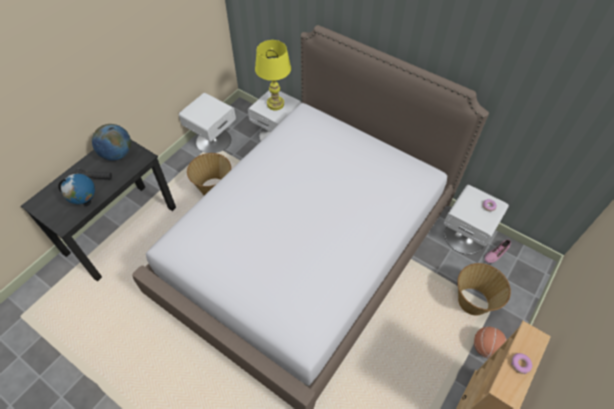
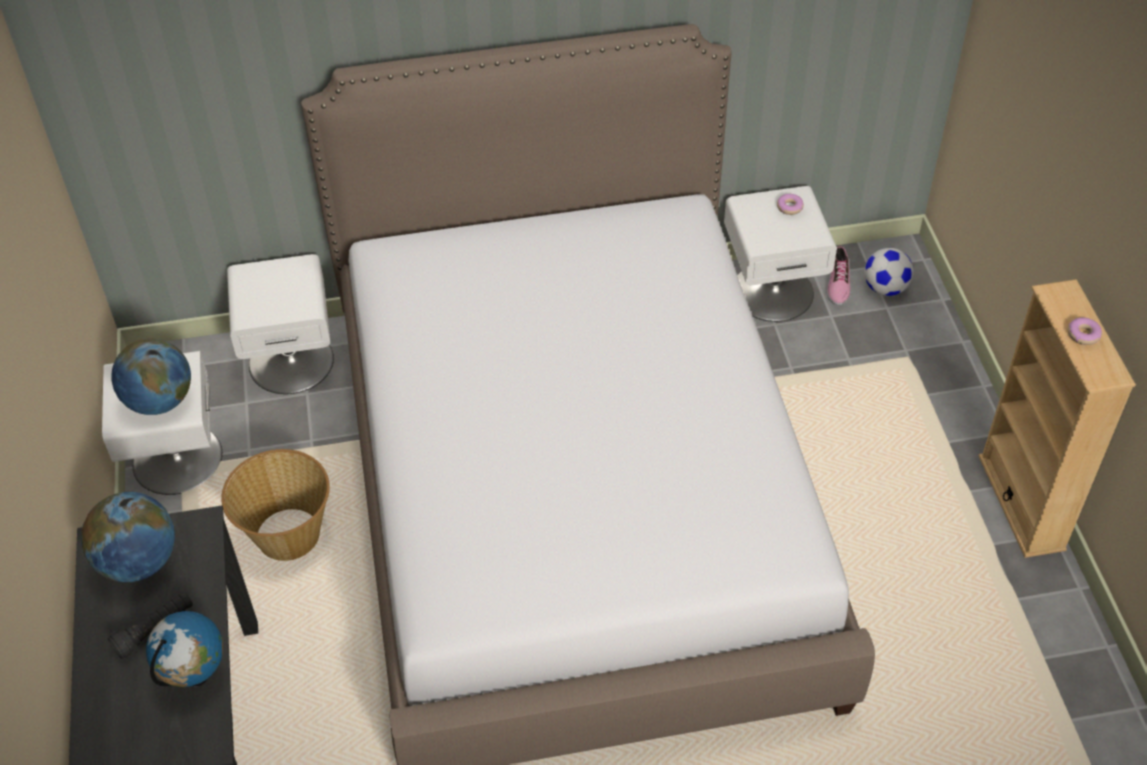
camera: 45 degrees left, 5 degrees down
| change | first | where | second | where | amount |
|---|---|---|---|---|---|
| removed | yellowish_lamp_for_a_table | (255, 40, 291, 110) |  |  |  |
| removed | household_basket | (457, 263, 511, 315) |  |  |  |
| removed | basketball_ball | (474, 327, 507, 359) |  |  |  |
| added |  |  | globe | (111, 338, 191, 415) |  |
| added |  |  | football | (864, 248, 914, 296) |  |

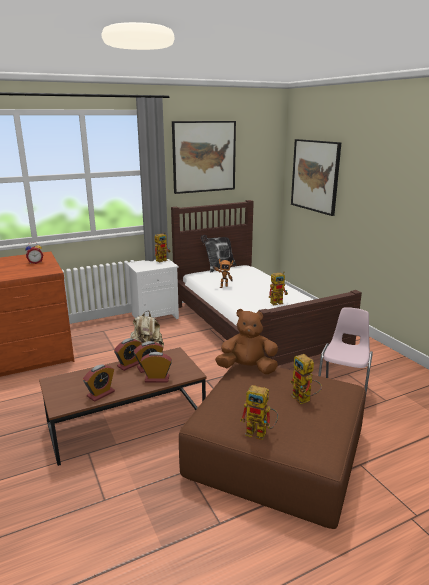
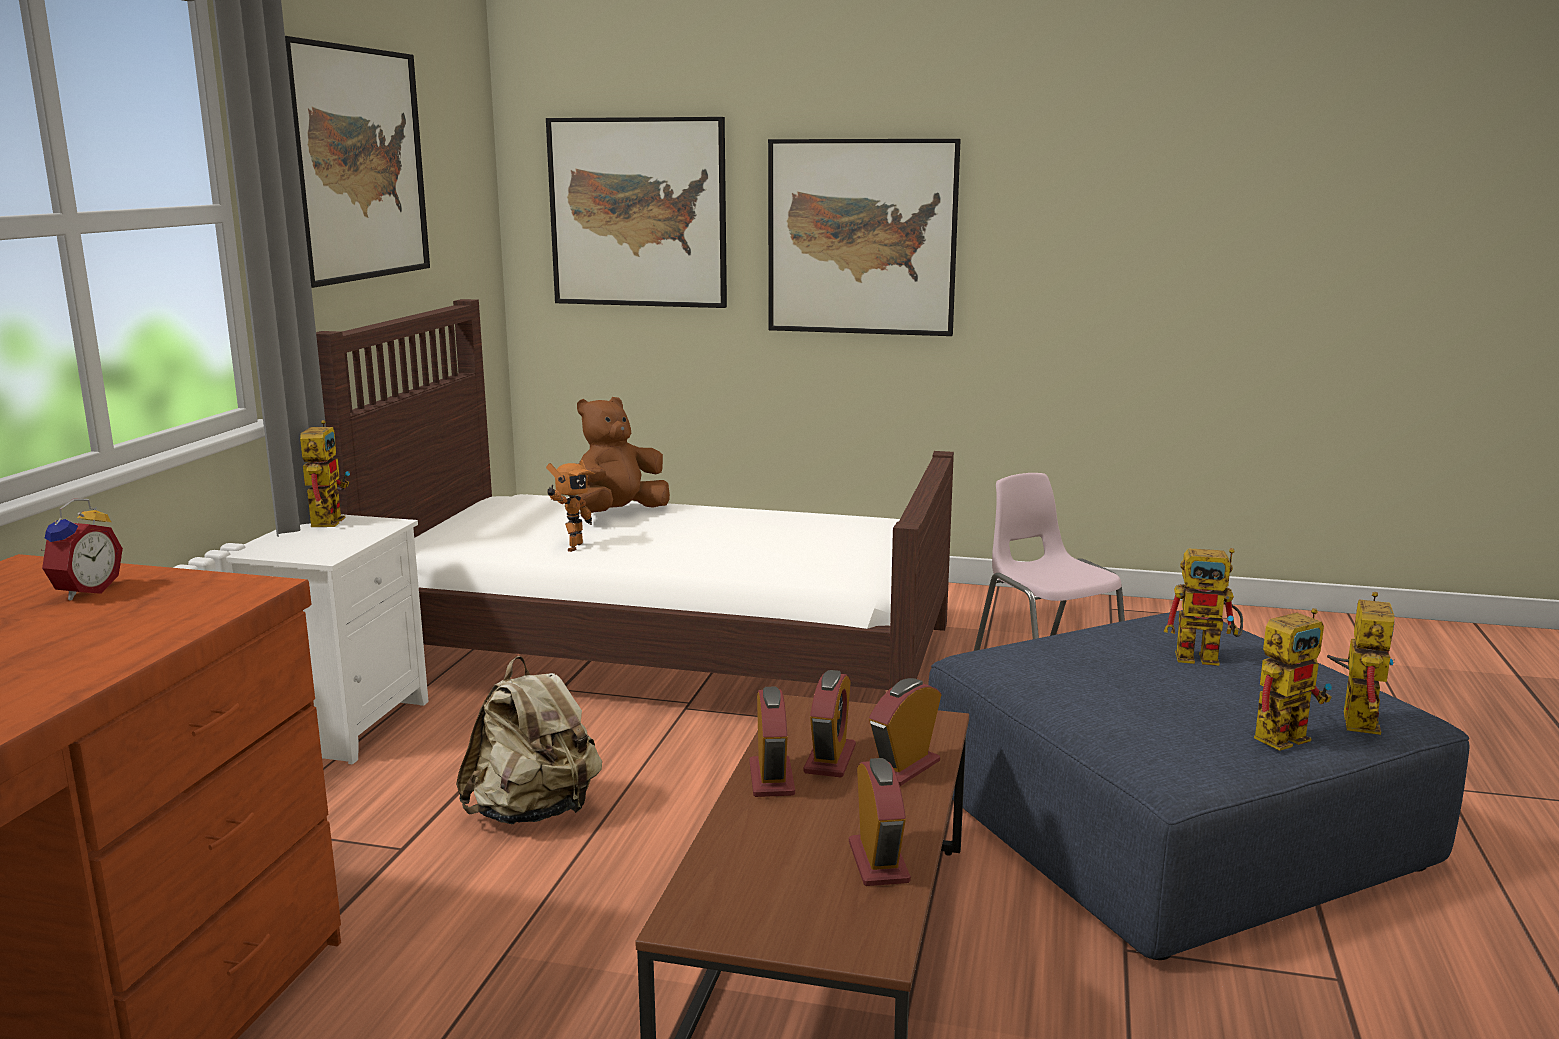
camera: 50 degrees left, 5 degrees down
| change | first | where | second | where | amount |
|---|---|---|---|---|---|
| removed | pillow | (201, 235, 236, 272) |  |  |  |
| added |  |  | picture | (768, 139, 961, 336) |  |
| moved | brownish_soft_toy | (215, 309, 278, 374) |  | (577, 397, 670, 513) |  |
| moved | toy_robot | (269, 272, 288, 305) |  | (1327, 592, 1395, 735) |  |
| recoloured | brownish_pouffe | (179, 362, 366, 529) | blue_pouffe | (928, 610, 1470, 960) |  |

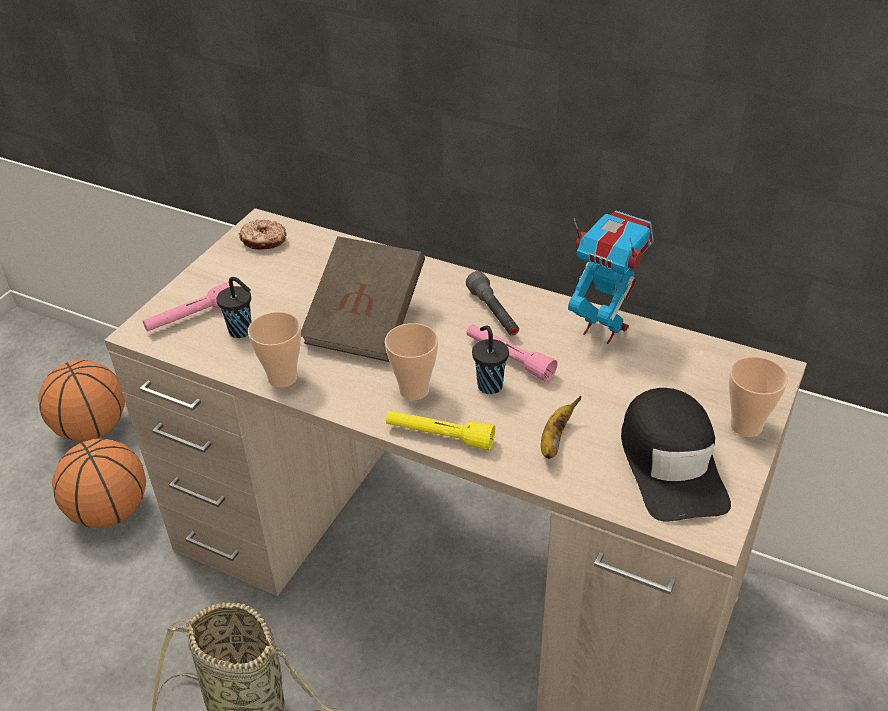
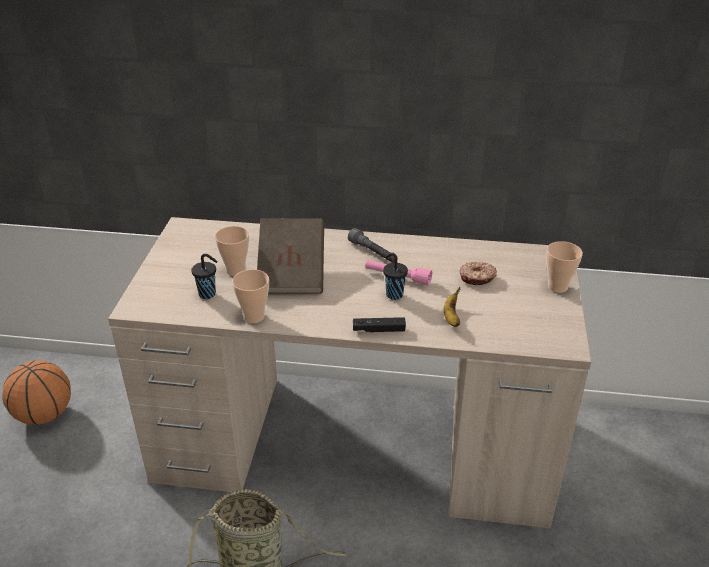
camera: 20 degrees left, 5 degrees down
| change | first | where | second | where | amount |
|---|---|---|---|---|---|
| removed | basketball_ball | (52, 439, 146, 528) |  |  |  |
| removed | pinkish_hand_torch | (143, 281, 230, 332) |  |  |  |
| removed | toy_robot | (568, 210, 654, 344) |  |  |  |
| removed | black-coloured_baseball_cap | (621, 388, 731, 521) |  |  |  |
| moved | doughnut | (238, 219, 287, 250) |  | (460, 261, 497, 286) |  |
| moved | small_cup | (385, 323, 438, 400) |  | (215, 226, 249, 276) |  |
| replaced | yellowish_hand_torch | (386, 410, 495, 451) | black-coloured_joypad | (353, 317, 406, 332) |  |

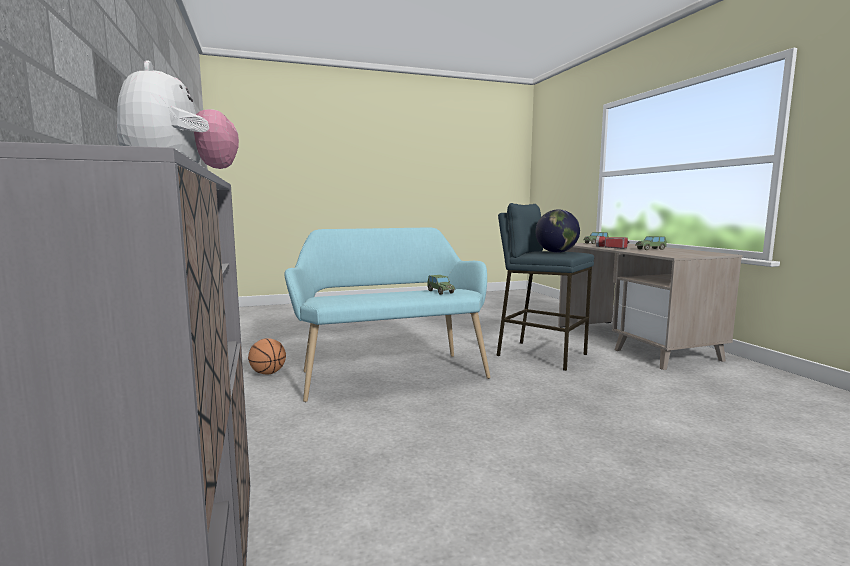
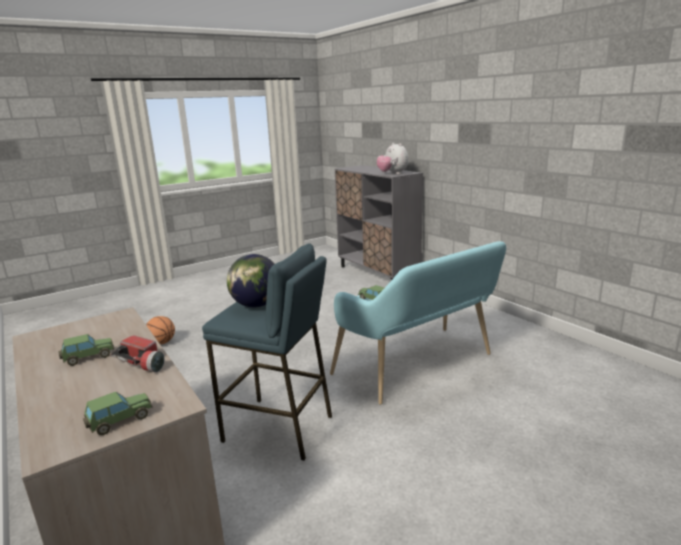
camera: 165 degrees right, 10 degrees up
| change | first | where | second | where | amount |
|---|---|---|---|---|---|
| moved | basketball_ball | (248, 338, 286, 374) |  | (146, 316, 175, 344) |  |

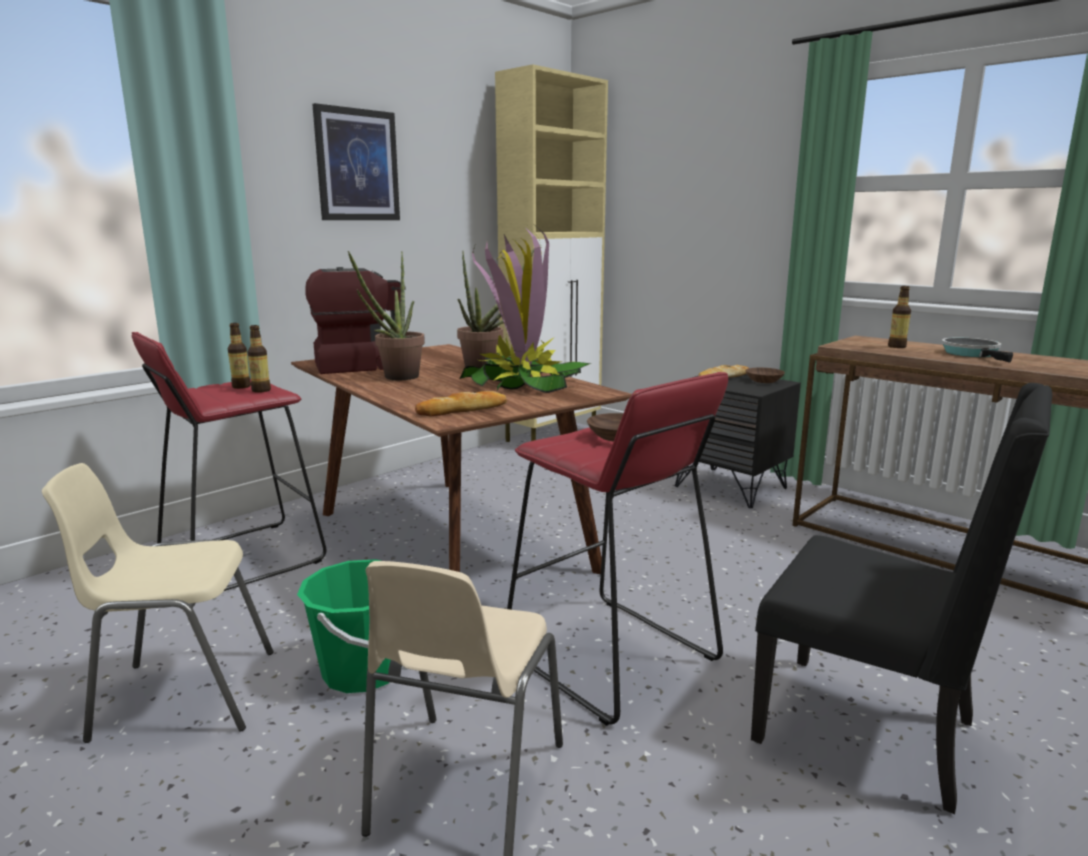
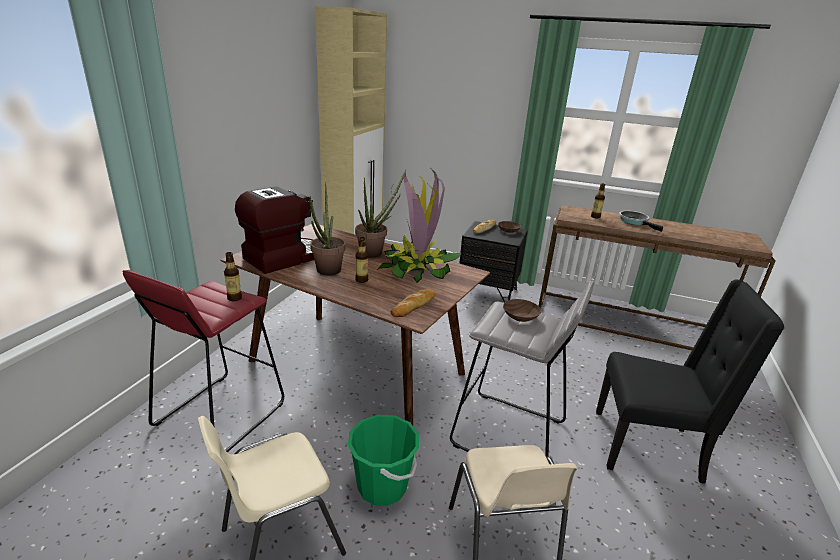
camera: 25 degrees left, 10 degrees up
| change | first | where | second | where | amount |
|---|---|---|---|---|---|
| removed | picture | (312, 103, 400, 220) |  |  |  |
| moved | beverage_bottle | (228, 323, 251, 389) |  | (355, 237, 368, 283) |  |
| recoloured | reddish_sitting_stool | (507, 372, 728, 726) | greyish_sitting_stool | (450, 281, 594, 456) |  |

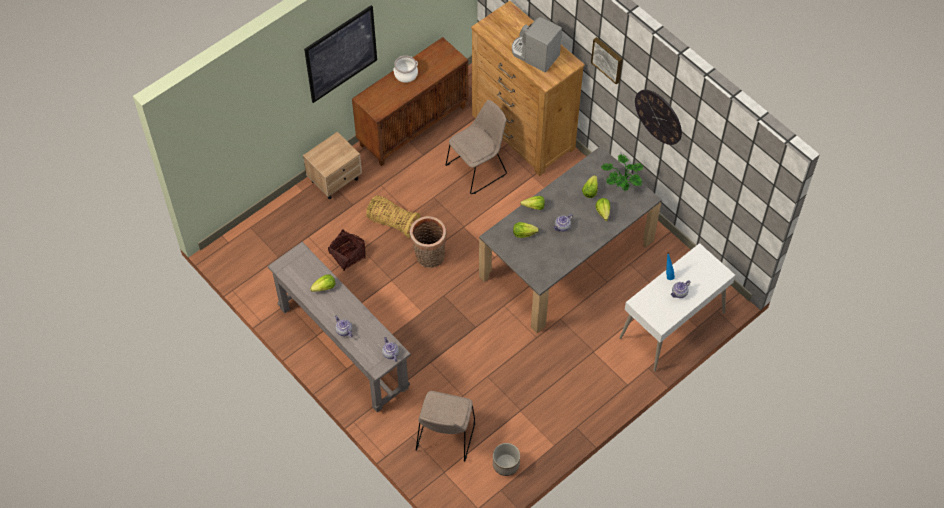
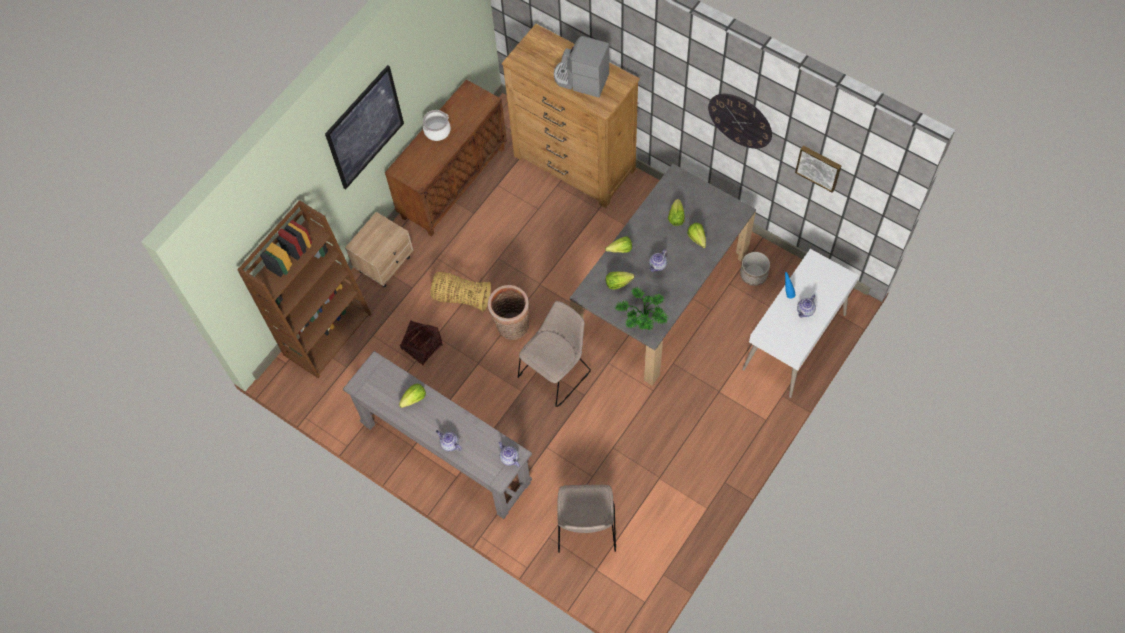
camera: 10 degrees left, 5 degrees up
| change | first | where | second | where | amount |
|---|---|---|---|---|---|
| added |  |  | brownish_bookcase | (237, 200, 372, 378) |  |
| moved | sand-coloured_plain_chair | (446, 100, 507, 194) |  | (518, 301, 591, 407) |  |
| moved | plant_pot | (493, 443, 520, 476) |  | (740, 252, 770, 286) |  |
| moved | picture | (591, 37, 623, 85) |  | (795, 146, 841, 193) |  |
| moved | potted_plant | (601, 155, 644, 190) |  | (615, 287, 668, 331) |  |

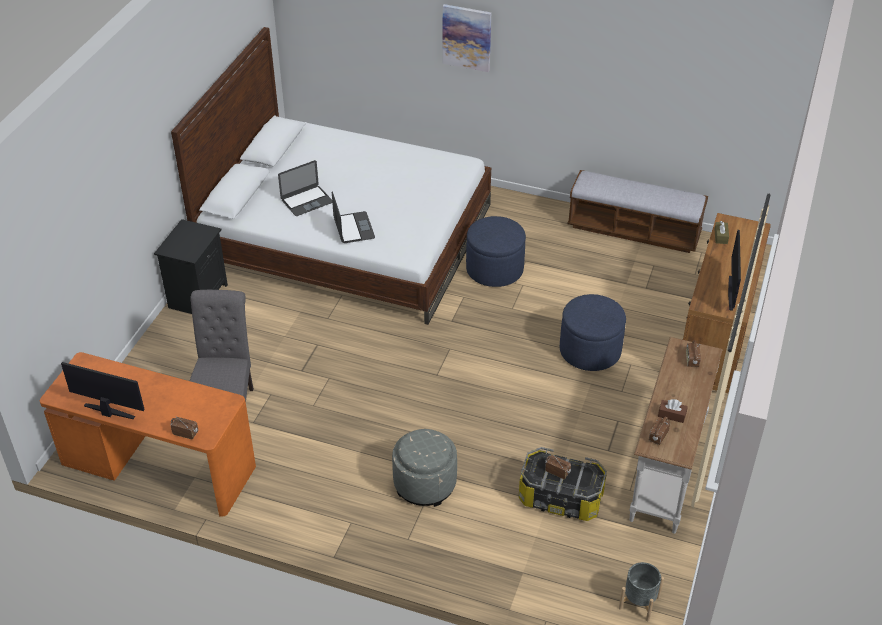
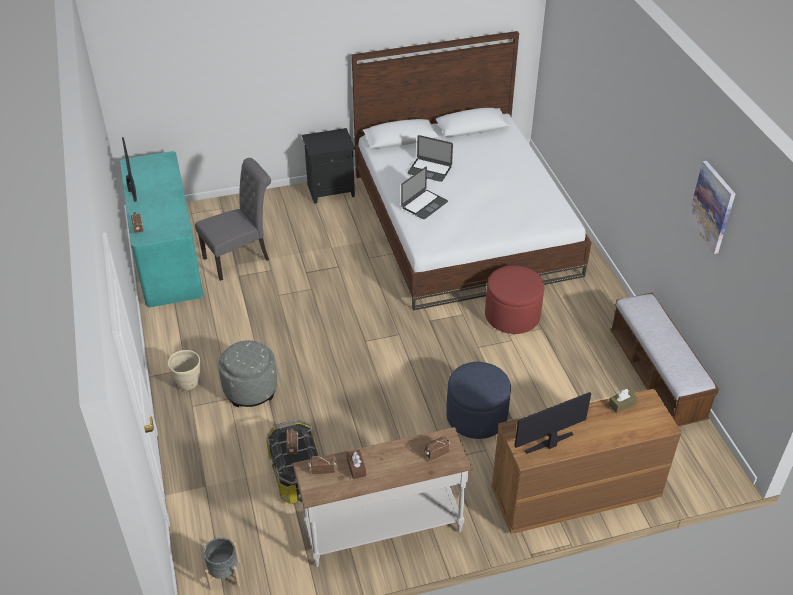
camera: 55 degrees right, 0 degrees up
| change | first | where | second | where | amount |
|---|---|---|---|---|---|
| added |  |  | sand-coloured_plant_pot | (168, 350, 200, 391) |  |
| moved | picture | (443, 4, 491, 72) |  | (688, 161, 735, 254) |  |
| recoloured | orange-coloured_desk_table | (40, 352, 256, 517) | turquoise_desk_table | (120, 151, 203, 307) |  |
| recoloured | blue_pouffe | (466, 216, 526, 287) | reddish_pouffe | (485, 265, 544, 334) |  |

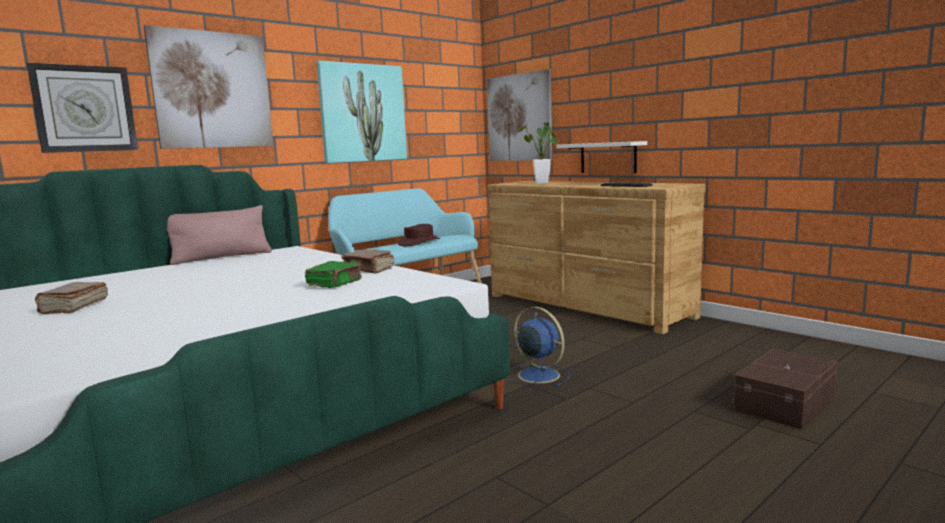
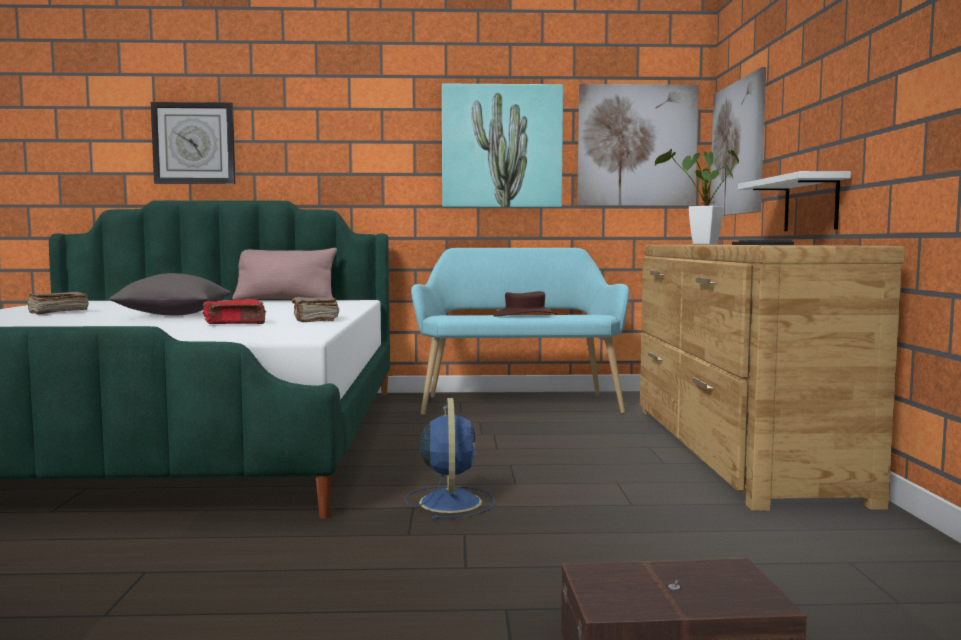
camera: 40 degrees right, 5 degrees down
| change | first | where | second | where | amount |
|---|---|---|---|---|---|
| added |  |  | greyish_pillow | (109, 273, 231, 315) |  |
| moved | picture | (144, 25, 274, 149) |  | (577, 84, 699, 206) |  |
| recoloured | green_bound_book | (305, 261, 362, 288) | reddish_bound_book | (203, 299, 266, 324) |  |

